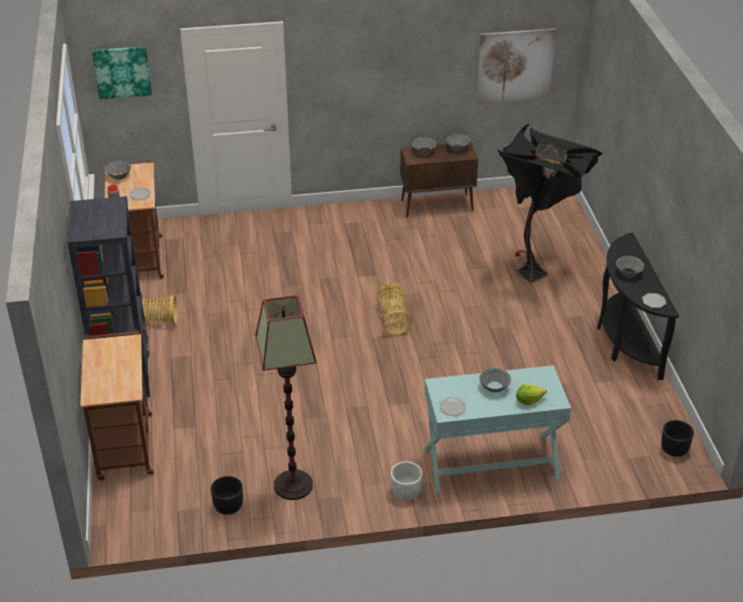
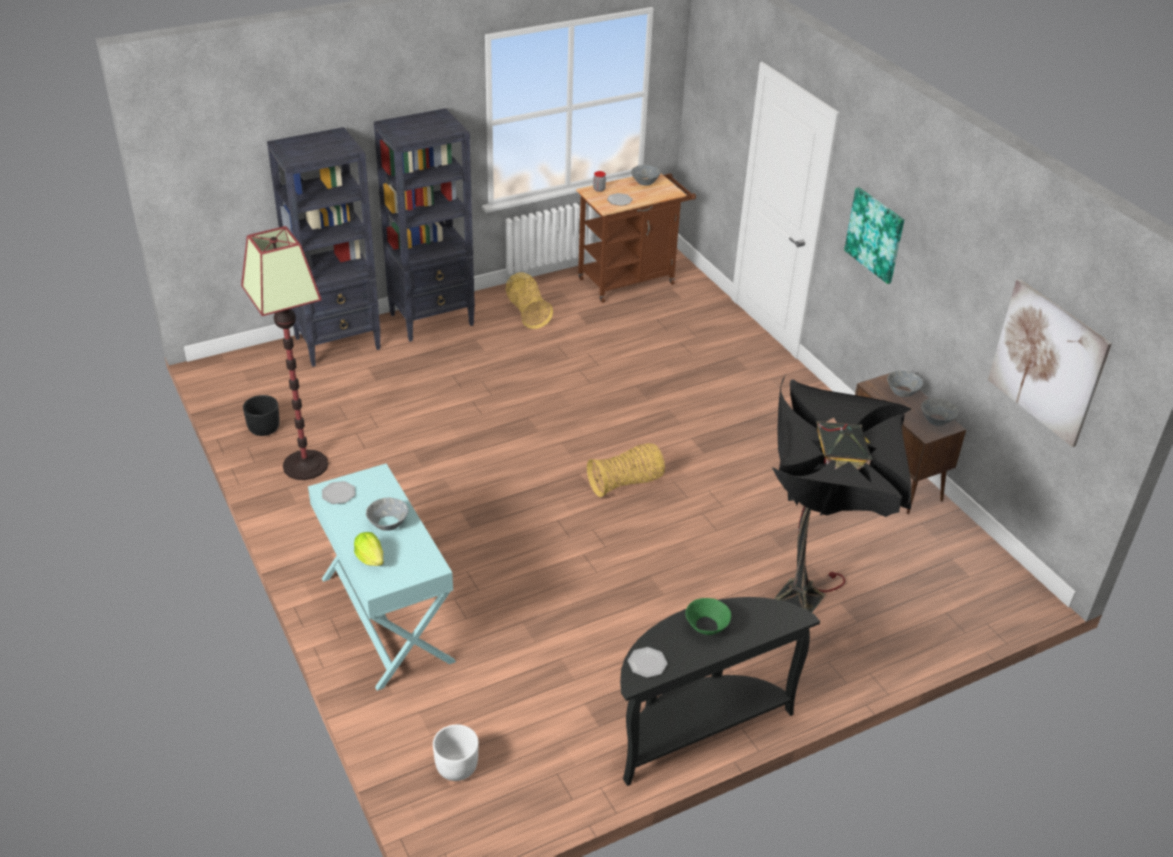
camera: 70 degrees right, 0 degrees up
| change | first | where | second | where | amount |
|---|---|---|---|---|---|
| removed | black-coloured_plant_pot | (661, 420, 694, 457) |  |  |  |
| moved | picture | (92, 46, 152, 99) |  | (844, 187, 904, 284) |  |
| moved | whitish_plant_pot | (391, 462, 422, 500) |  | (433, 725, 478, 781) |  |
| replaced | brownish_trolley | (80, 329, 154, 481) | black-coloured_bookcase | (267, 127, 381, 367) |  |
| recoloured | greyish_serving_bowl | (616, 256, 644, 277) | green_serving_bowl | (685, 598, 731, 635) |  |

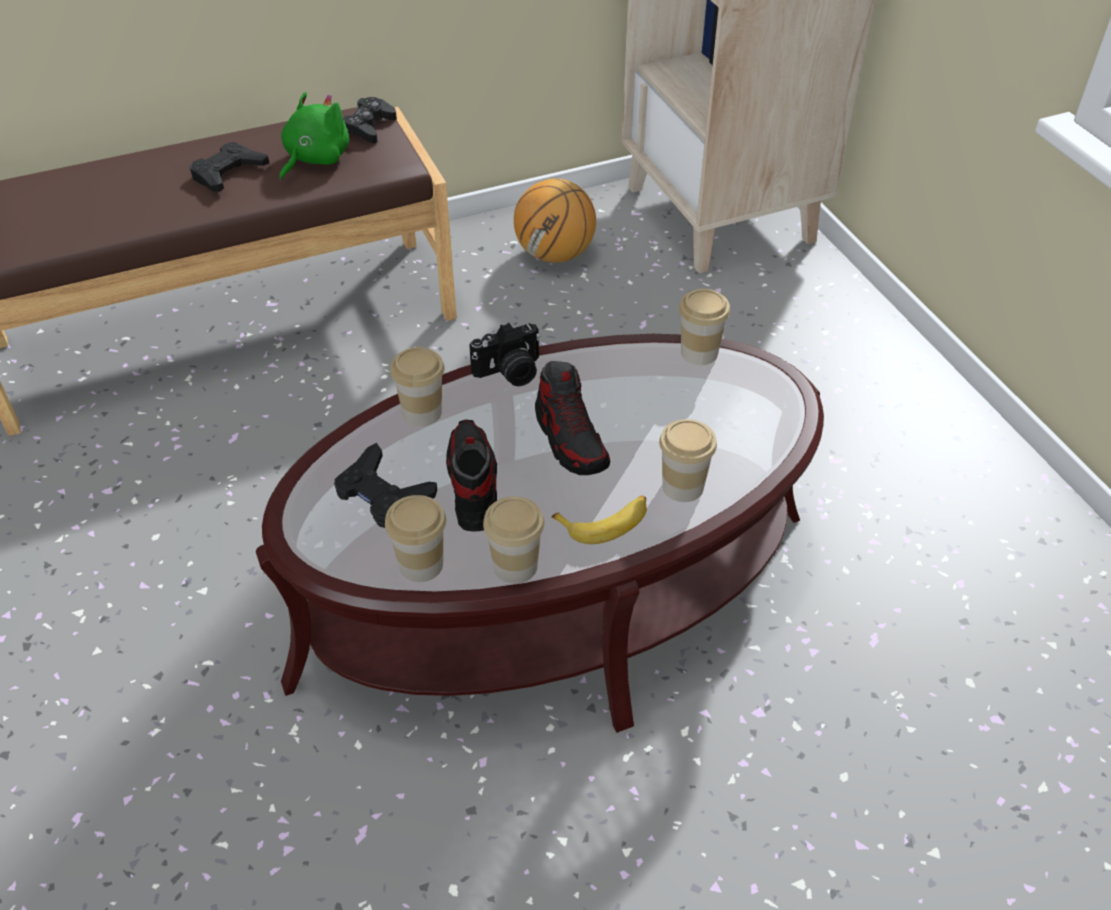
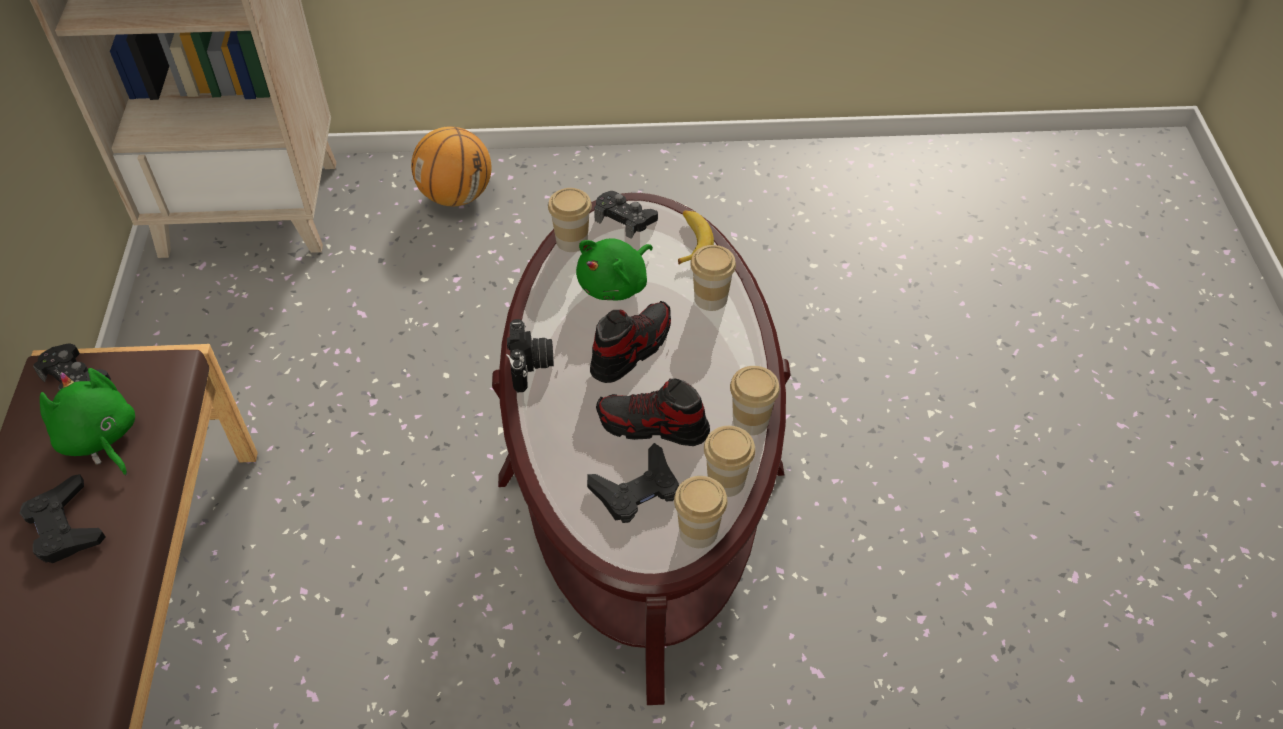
camera: 70 degrees left, 5 degrees up
| change | first | where | second | where | amount |
|---|---|---|---|---|---|
| added |  |  | green_soft_toy | (576, 238, 653, 300) |  |
| added |  |  | black-coloured_joypad | (594, 191, 658, 239) |  |
| moved | small_cup | (390, 347, 444, 427) |  | (674, 476, 727, 548) |  |
| moved | basketball_ball | (514, 179, 596, 263) |  | (411, 126, 492, 207) |  |
| moved | whole_banana | (551, 495, 647, 544) |  | (678, 210, 714, 265) |  |
| turned | shoe | (535, 361, 610, 475) |  | (590, 301, 671, 383) | 45 degrees counterclockwise |

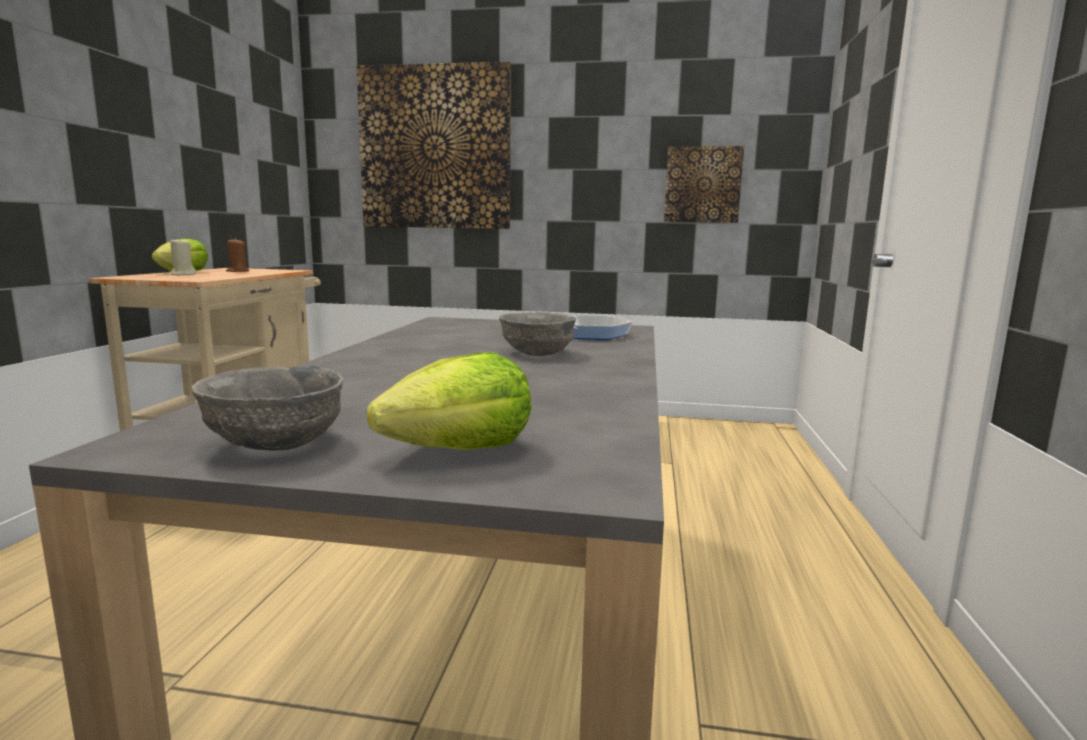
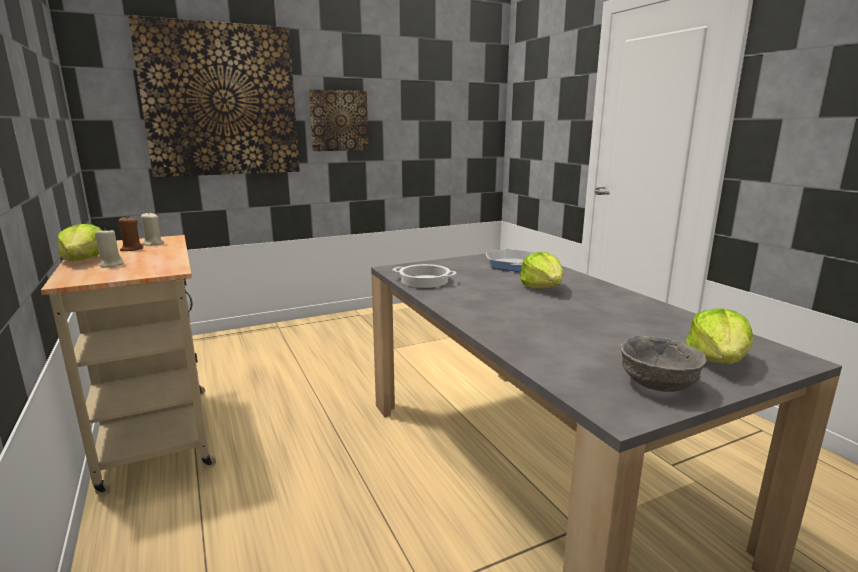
camera: 35 degrees left, 5 degrees up
| change | first | where | second | where | amount |
|---|---|---|---|---|---|
| added |  |  | sand-coloured_wax_light | (141, 212, 164, 246) |  |
| added |  |  | stockpot | (393, 264, 456, 288) |  |
| moved | picture | (664, 146, 744, 223) |  | (309, 89, 369, 151) |  |
| replaced | greyish_serving_bowl | (499, 312, 576, 356) | head_of_lettuce | (520, 252, 564, 289) |  |

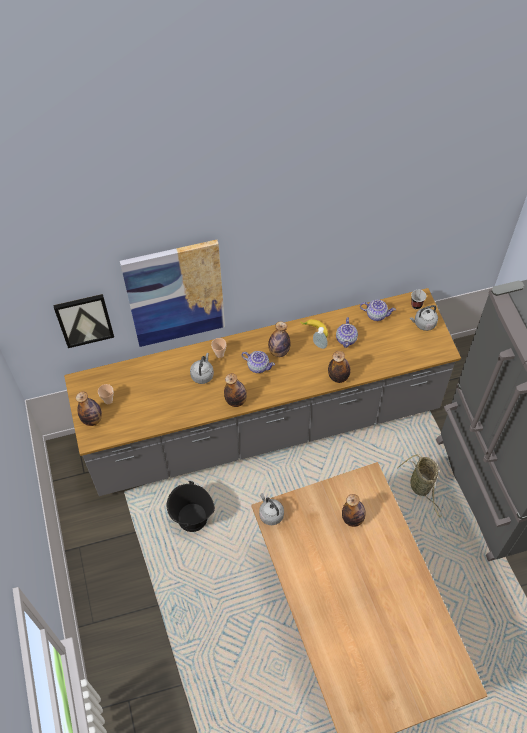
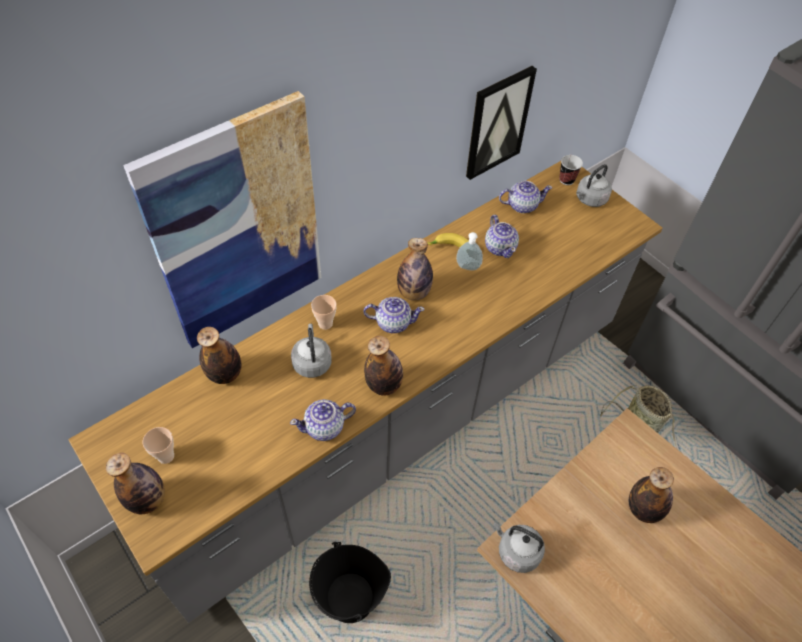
camera: 25 degrees left, 5 degrees down
| change | first | where | second | where | amount |
|---|---|---|---|---|---|
| added |  |  | pot_for_tea | (290, 399, 356, 441) |  |
| moved | picture | (53, 294, 114, 348) |  | (466, 66, 537, 180) |  |
| moved | beverage_bottle | (328, 351, 350, 383) |  | (197, 327, 241, 384) |  |

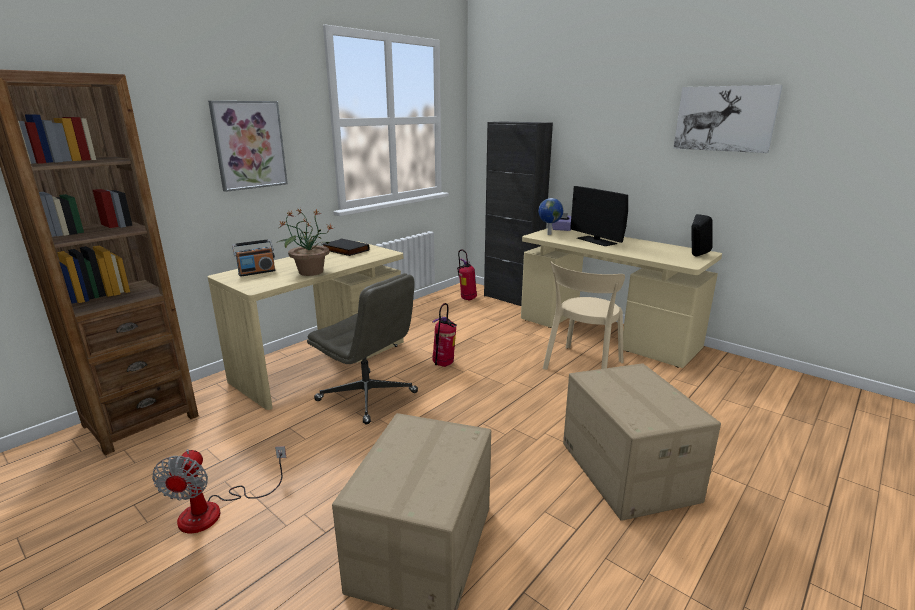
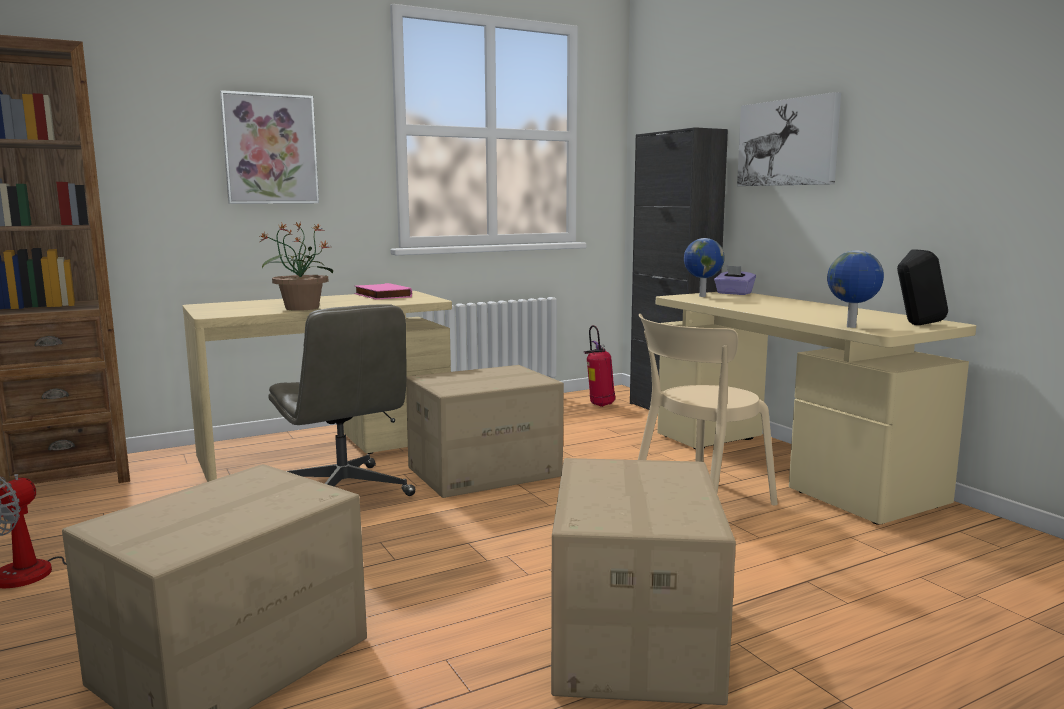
camera: 20 degrees right, 10 degrees down
| change | first | where | second | where | amount |
|---|---|---|---|---|---|
| removed | radio | (232, 239, 276, 277) |  |  |  |
| removed | computer_screen | (570, 186, 628, 246) |  |  |  |
| added |  |  | globe | (827, 250, 884, 328) |  |
| moved | picture | (673, 85, 783, 153) |  | (737, 92, 841, 186) |  |
| replaced | extinguisher | (432, 303, 457, 367) | cardboard_box | (406, 365, 564, 498) |  |
| recoloured | black-coloured_bound_book | (322, 238, 369, 256) | pinkish_bound_book | (355, 283, 412, 300) |  |

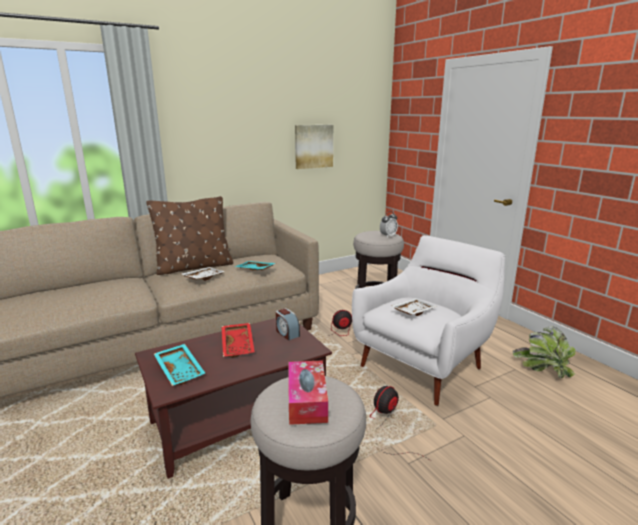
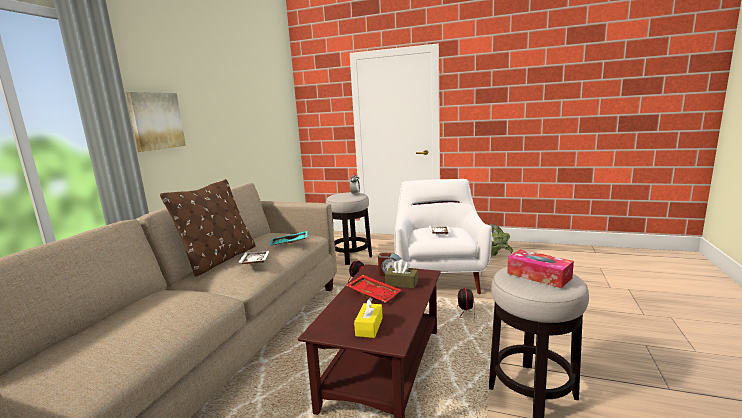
camera: 40 degrees left, 5 degrees down
| change | first | where | second | where | amount |
|---|---|---|---|---|---|
| added |  |  | brownish_box_of_tissues | (385, 259, 418, 289) |  |
| moved | picture | (295, 125, 333, 169) |  | (126, 92, 186, 152) |  |
| replaced | turquoise_carrying_tray | (154, 344, 205, 386) | yellowish_box_of_tissues | (354, 298, 383, 338) |  |

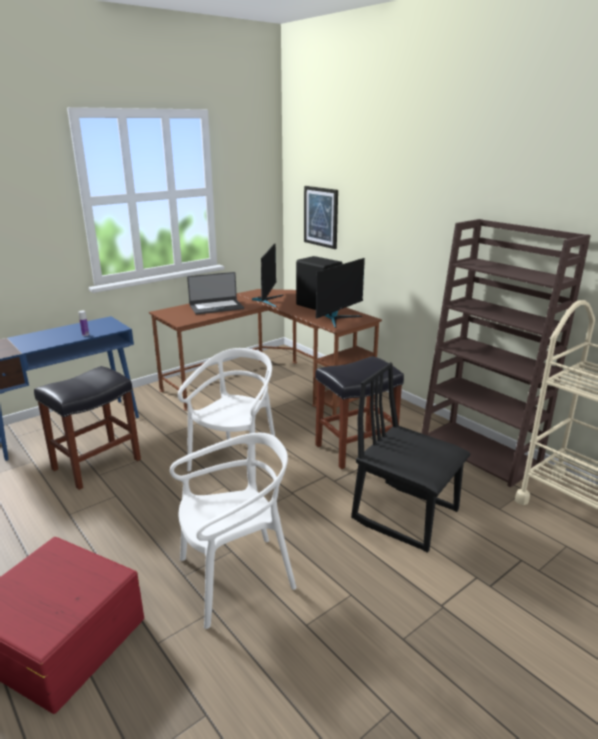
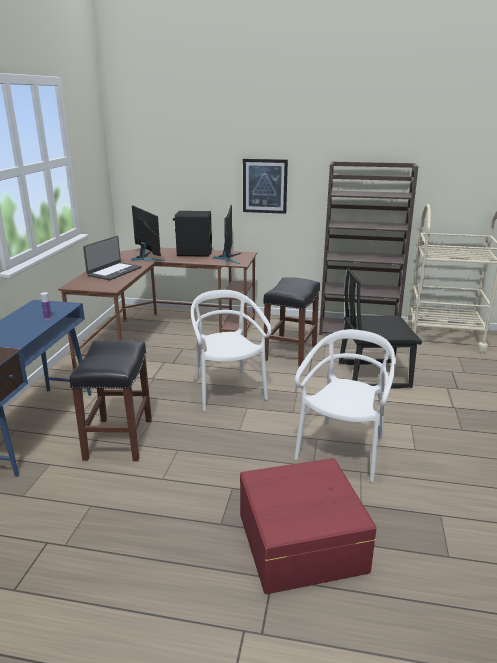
camera: 40 degrees left, 0 degrees up
| change | first | where | second | where | amount |
|---|---|---|---|---|---|
| moved | picture | (304, 186, 338, 249) |  | (243, 159, 288, 214) |  |

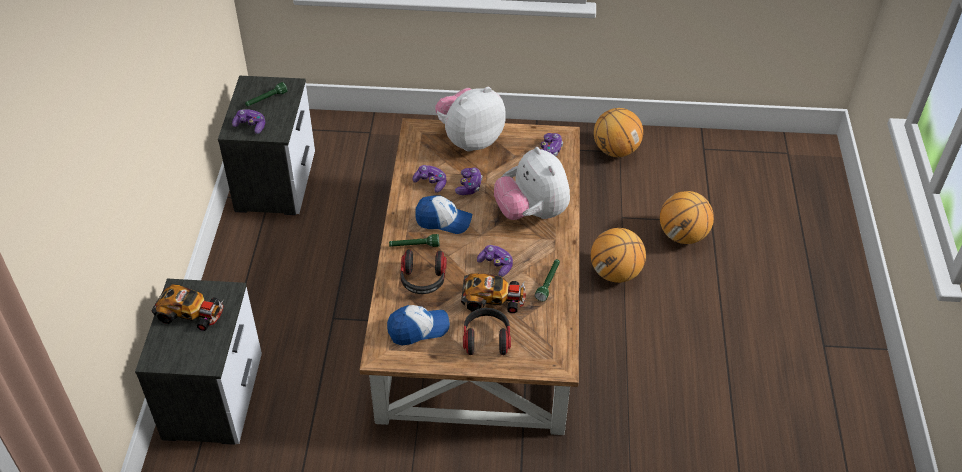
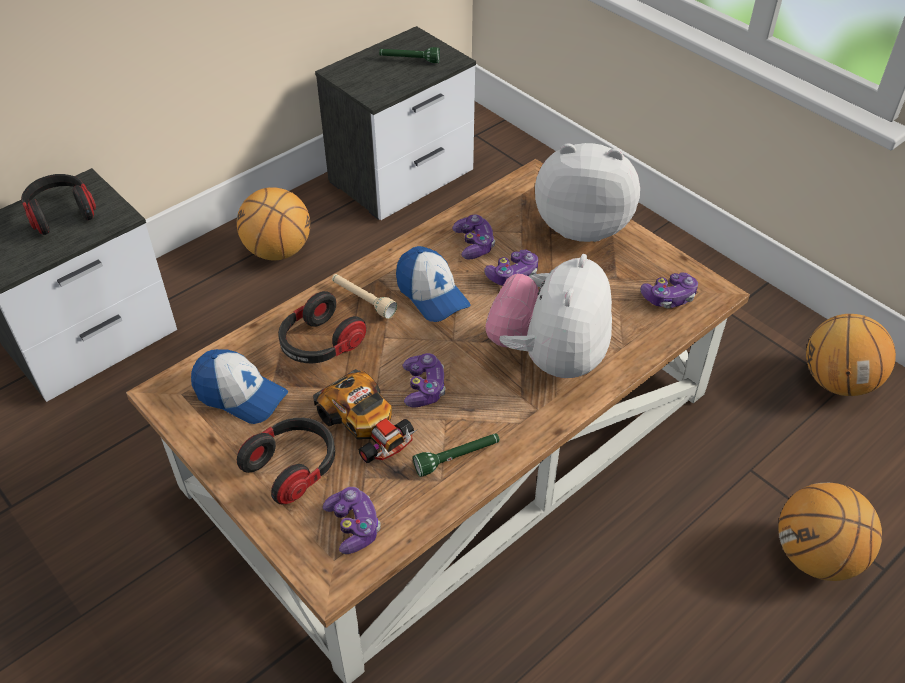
camera: 45 degrees right, 0 degrees up
| change | first | where | second | where | amount |
|---|---|---|---|---|---|
| moved | joypad | (232, 109, 265, 134) |  | (323, 487, 381, 554) |  |
| moved | basketball_ball | (591, 228, 646, 283) |  | (237, 187, 310, 260) |  |
| replaced | miniature_car | (152, 284, 224, 331) | headset | (21, 174, 96, 235) |  |
| recoloured | green_hand_torch | (389, 234, 439, 247) | sand-coloured_hand_torch | (332, 274, 397, 319) |  |

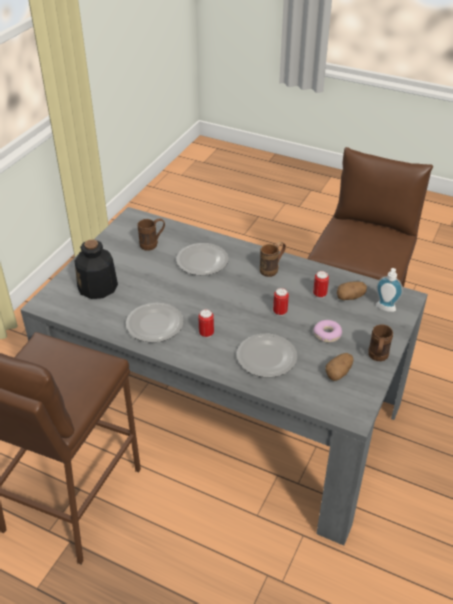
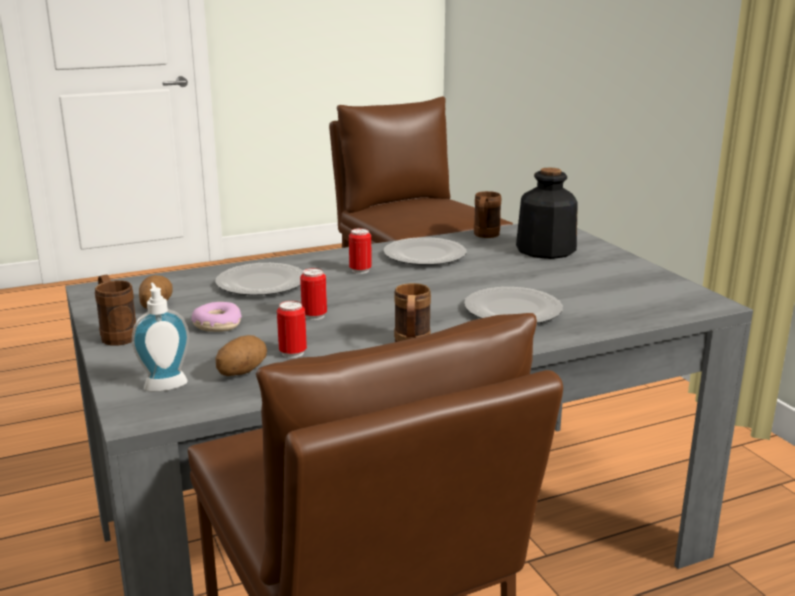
camera: 130 degrees right, 20 degrees down
| change | first | where | second | where | amount |
|---|---|---|---|---|---|
| moved | brownish_tea_mug | (138, 218, 165, 251) |  | (474, 191, 501, 238) |  |

